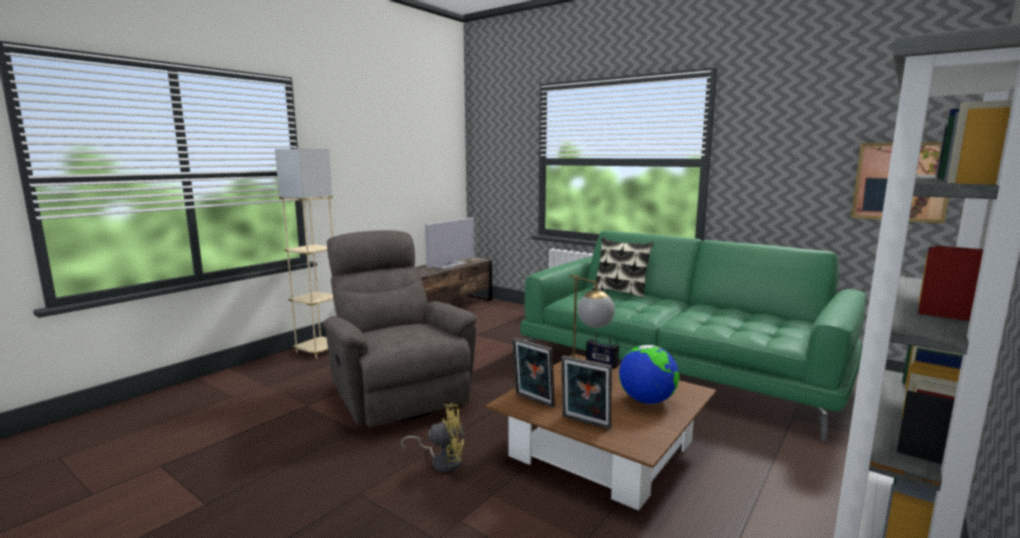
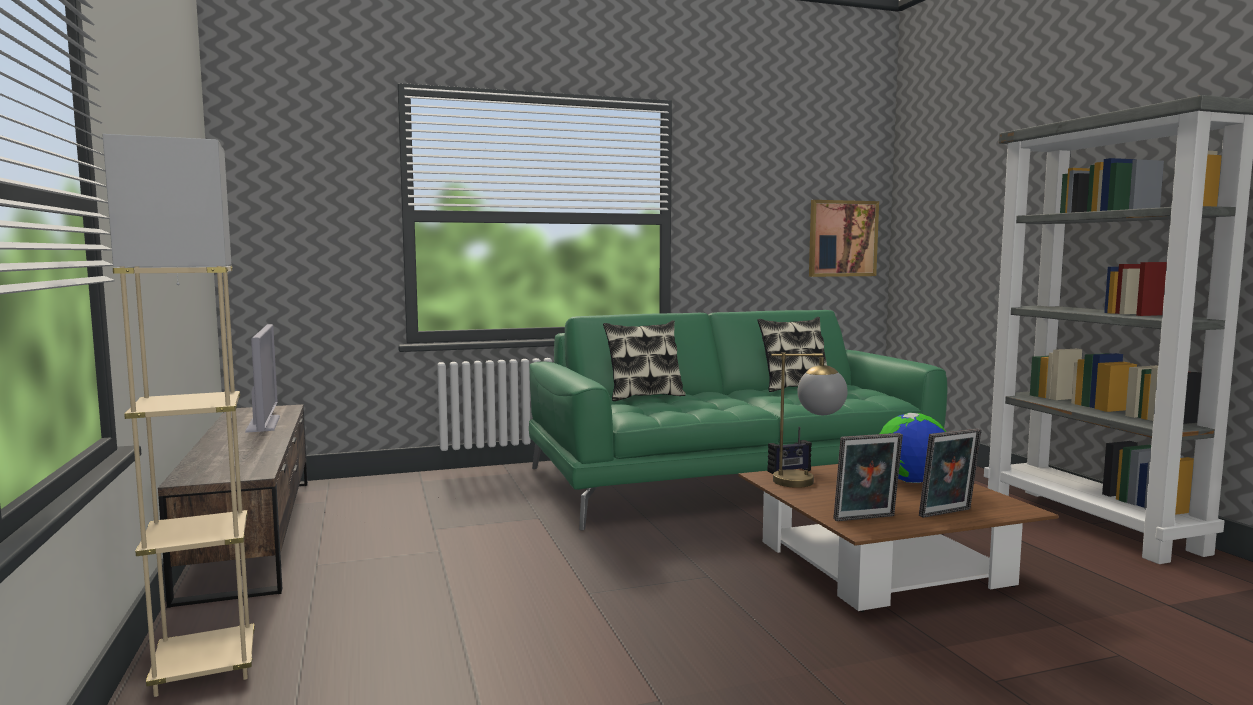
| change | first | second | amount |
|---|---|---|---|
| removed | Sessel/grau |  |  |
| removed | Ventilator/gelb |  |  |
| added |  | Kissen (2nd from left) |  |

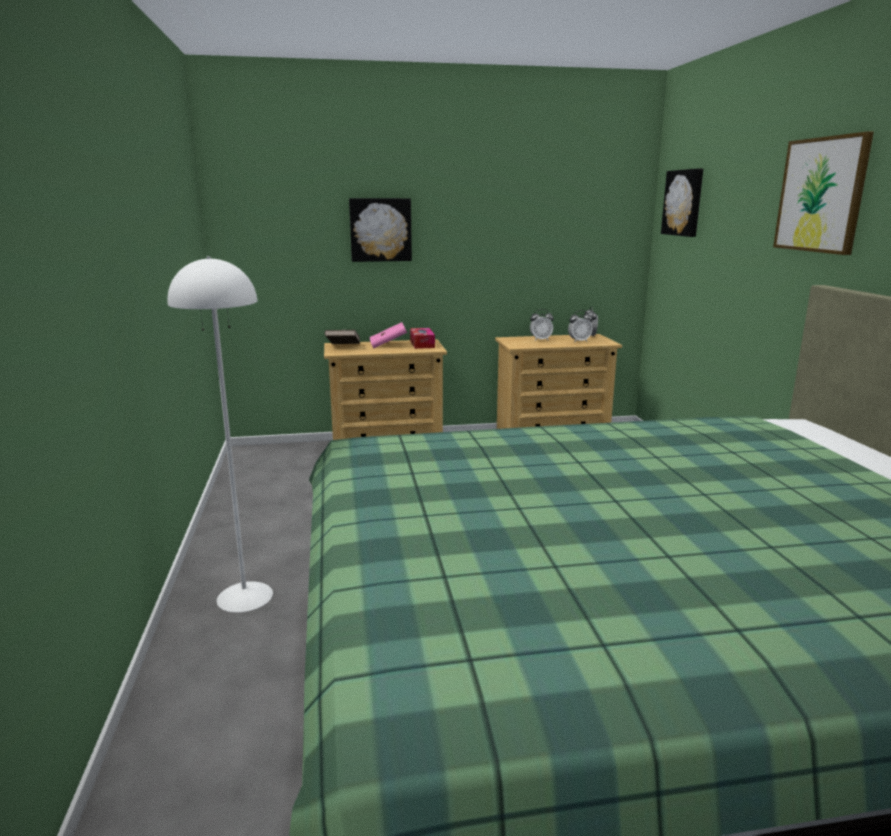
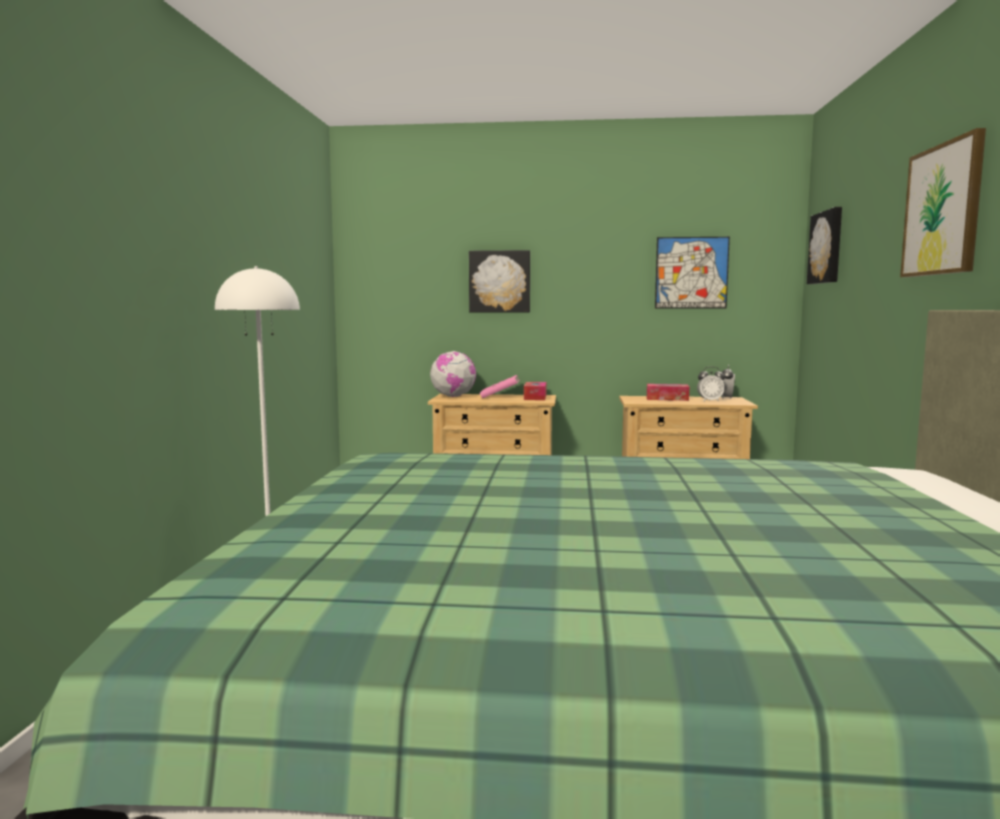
| change | first | second | amount |
|---|---|---|---|
| replaced | Wecker (1st from left) | Taschentuchbox (2nd from left) |  |
| replaced | Buch/braun | Globus |  |
| added |  | Bild (2nd from left) |  |

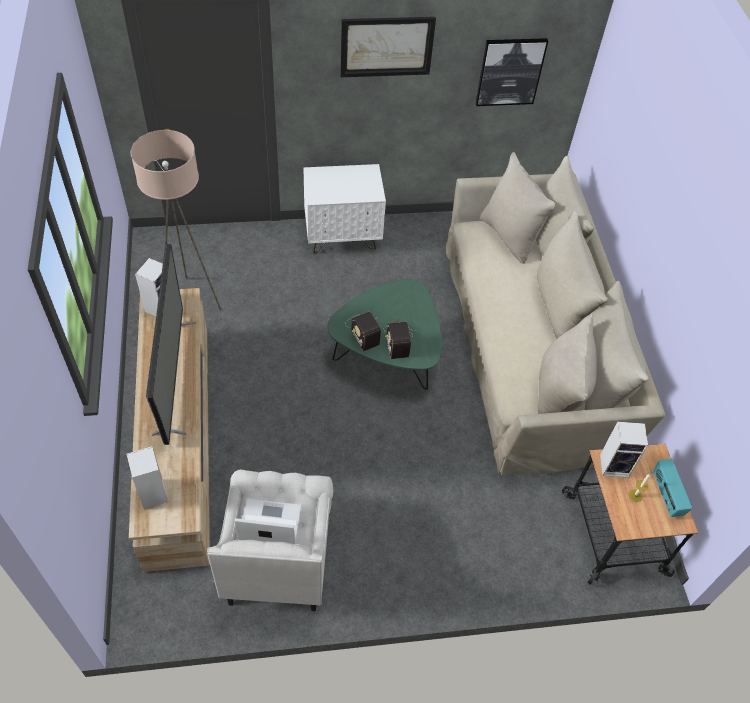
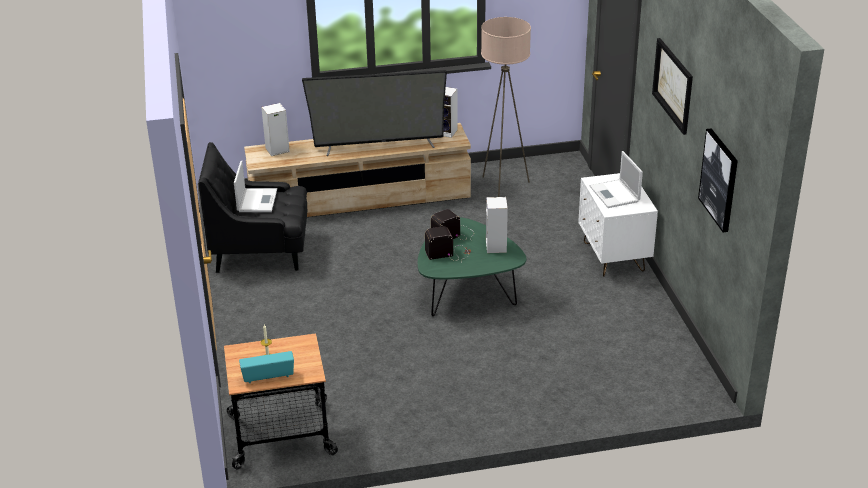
| change | first | second | amount |
|---|---|---|---|
| removed | Sofa/beige |  |  |
| moved | Lautsprecher (3rd from left) |  |  |
| recoloured | Sessel/weiß | Sessel/schwarz |  |
| added |  | Laptop (2nd from left) |  |

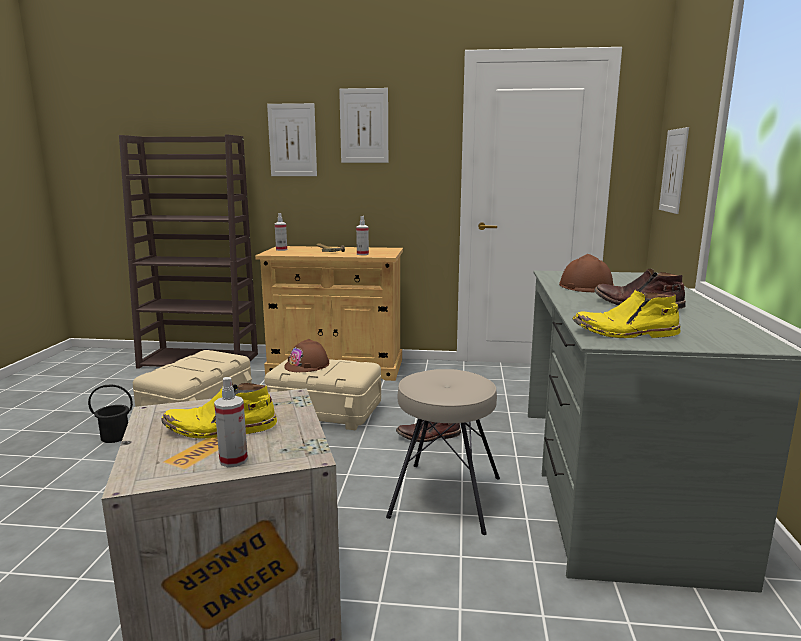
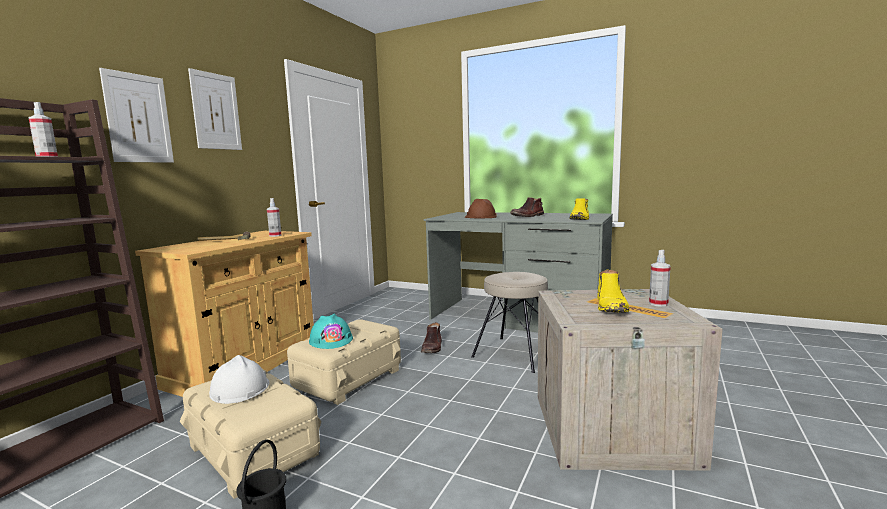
| change | first | second | amount |
|---|---|---|---|
| removed | Bild (3rd from left) |  |  |
| moved | Sprühflasche (2nd from left in the first image) | Sprühflasche (1st from left) |  |
| recoloured | Schutzhelm/braun (1st from left) | Schutzhelm/türkis |  |
| added |  | Schutzhelm/weiß |  |

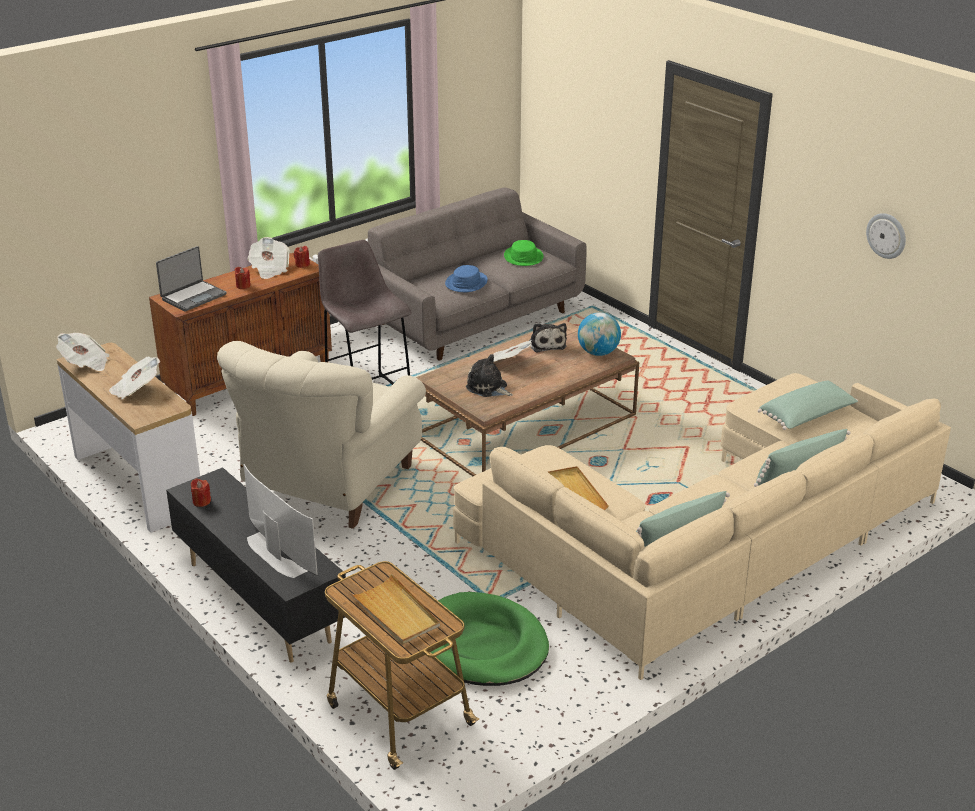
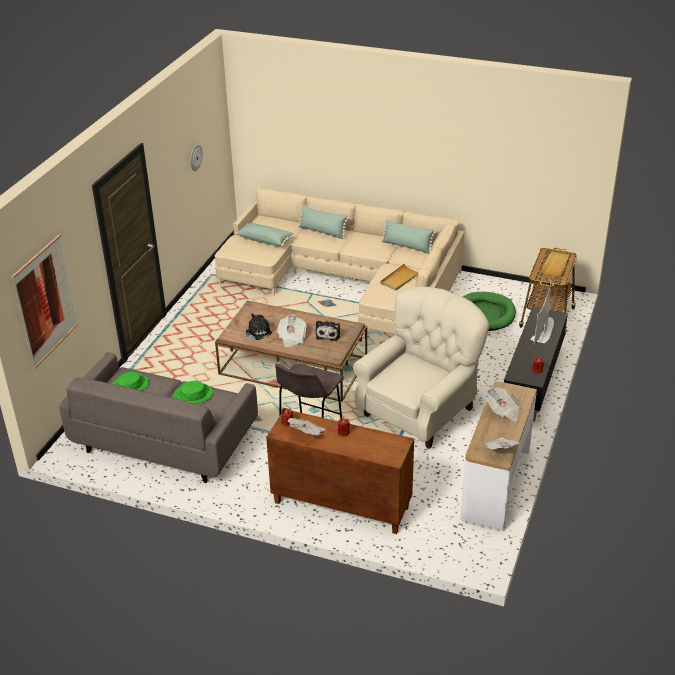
| change | first | second | amount |
|---|---|---|---|
| removed | Laptop |  |  |
| recoloured | Hut/blau | Hut/grün (2nd from left) |  |
| removed | Globus |  |  |
| turned | Sessel/beige |  | 45 degrees counterclockwise |
| added |  | Bild |  |

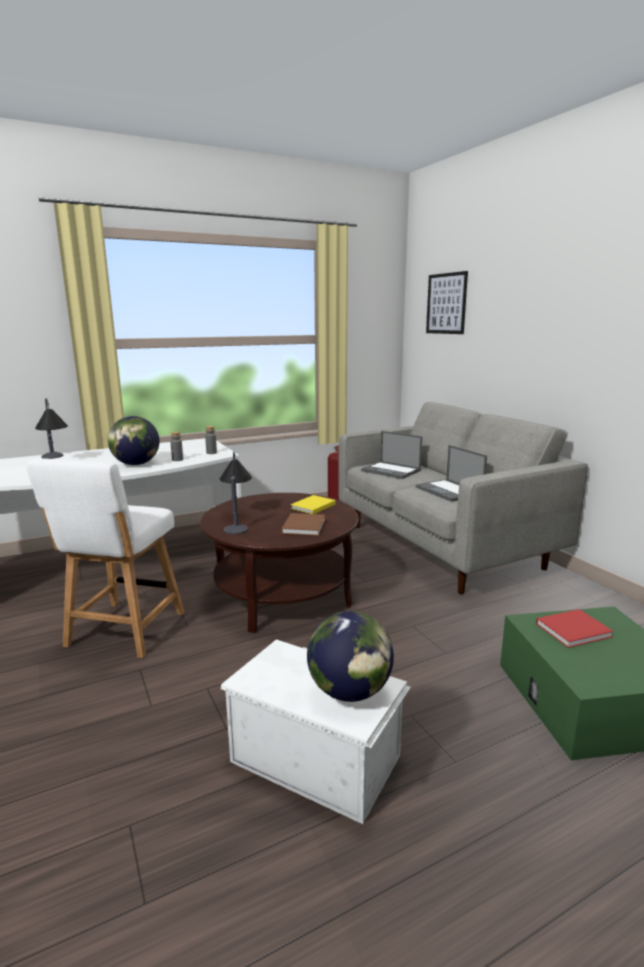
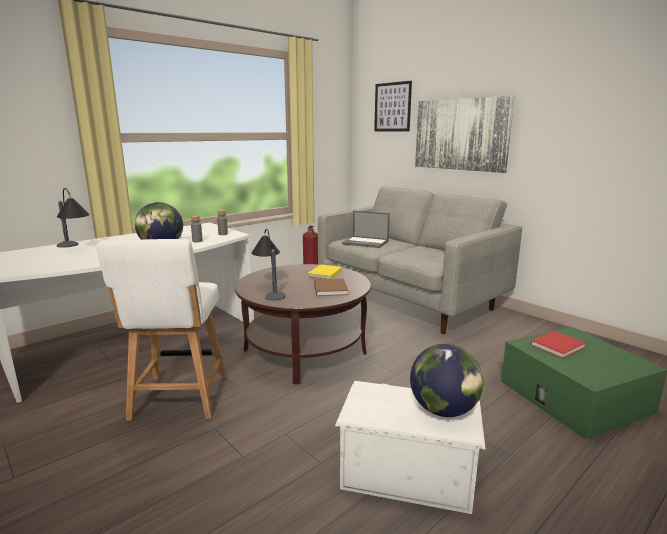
| change | first | second | amount |
|---|---|---|---|
| removed | Laptop (2nd from left) |  |  |
| added |  | Bild (2nd from left) |  |

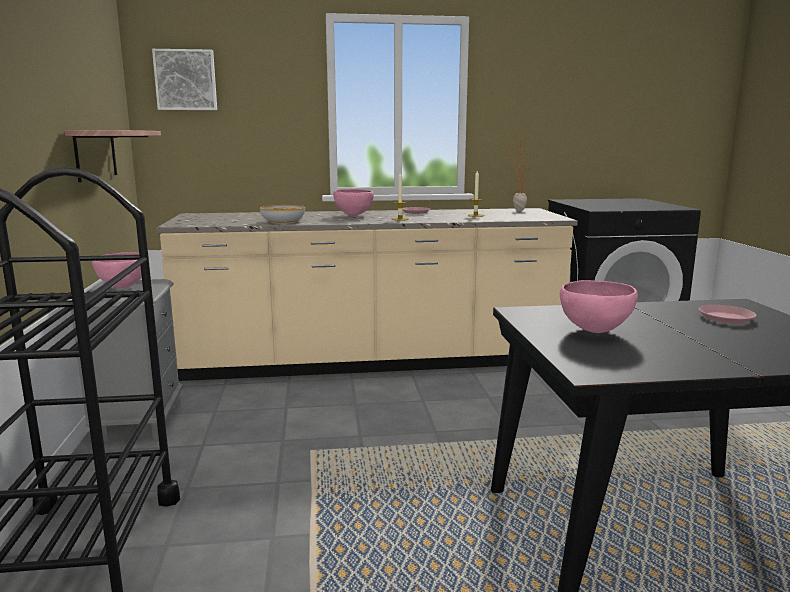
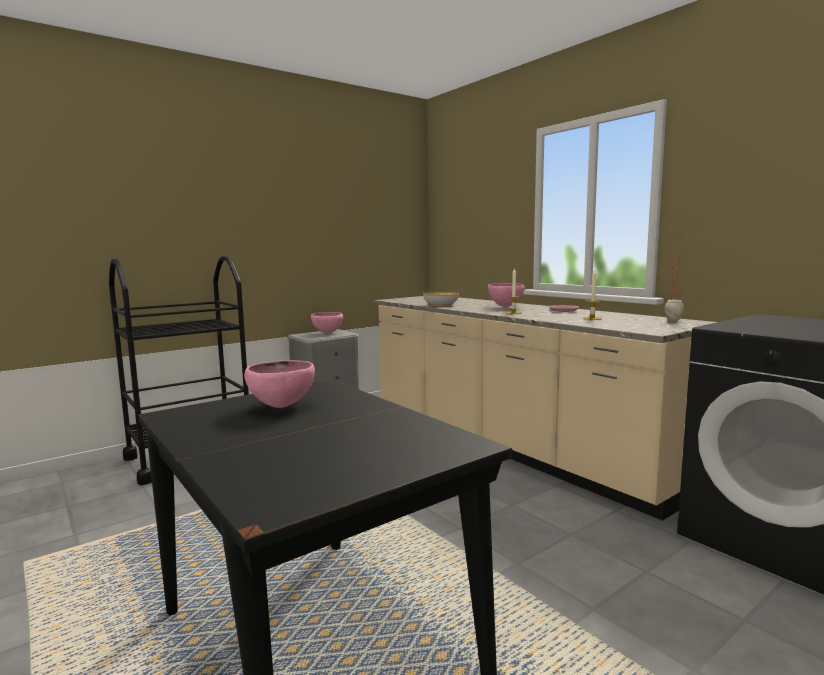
| change | first | second | amount |
|---|---|---|---|
| removed | Bild |  |  |
| removed | Wandregal |  |  |
| removed | Teller/rosa (2nd from left) |  |  |

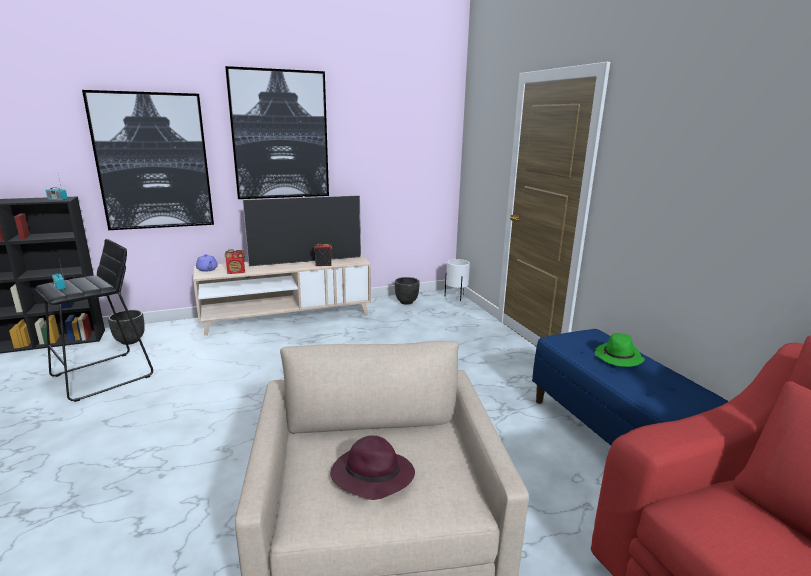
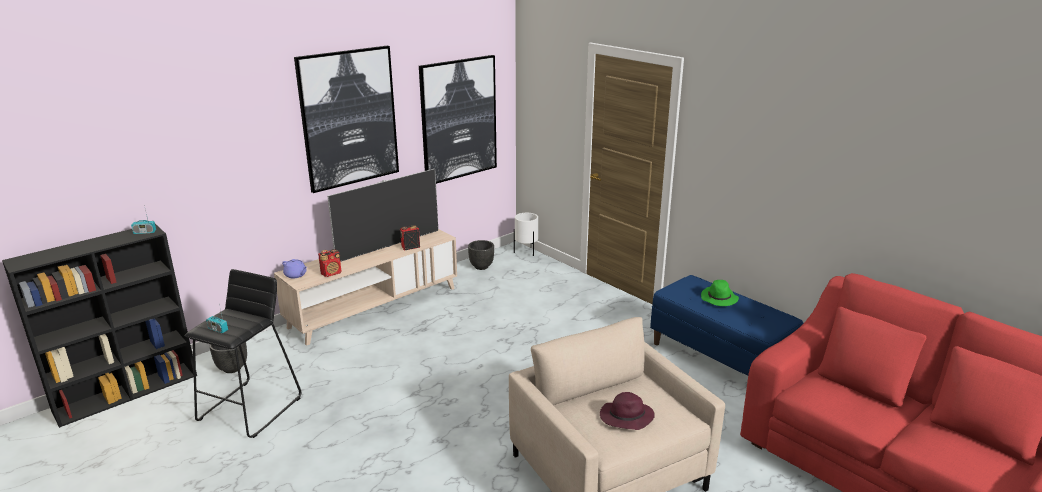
| change | first | second | amount |
|---|---|---|---|
| moved | Bild (1st from left in the first image) | Bild (2nd from left) |  |

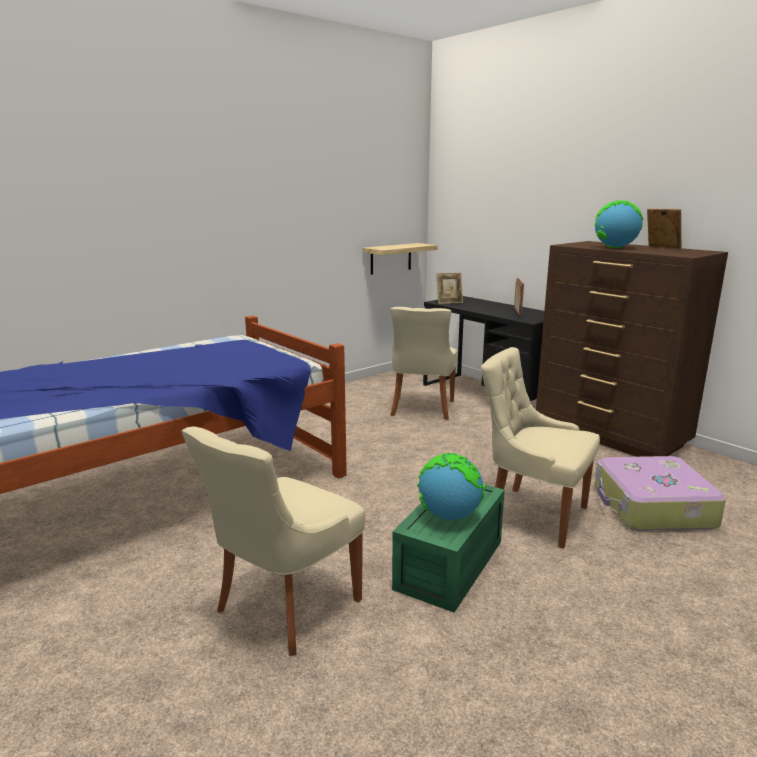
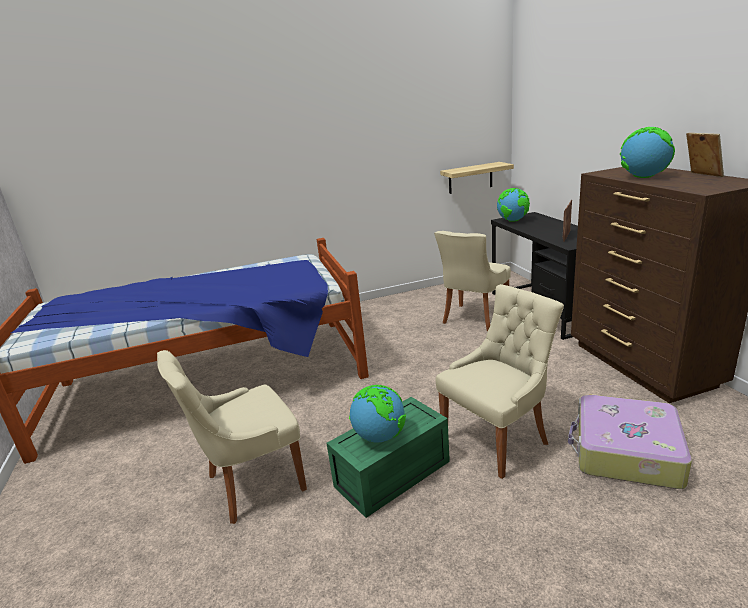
| change | first | second | amount |
|---|---|---|---|
| replaced | Bilderrahmen (1st from left) | Globus (2nd from left) |  |
| turned | Stuhl/beige (3rd from left) |  | 90 degrees clockwise |

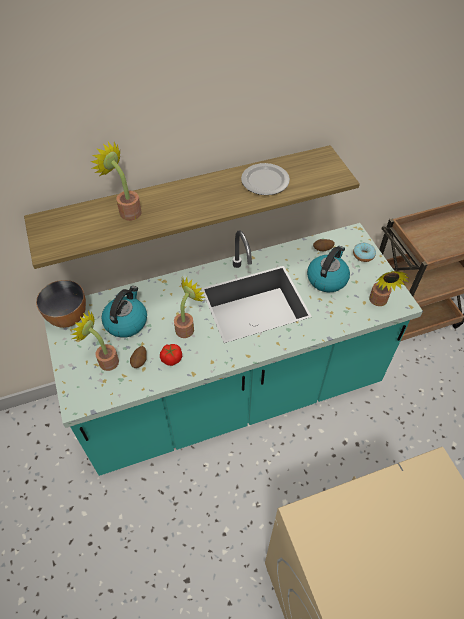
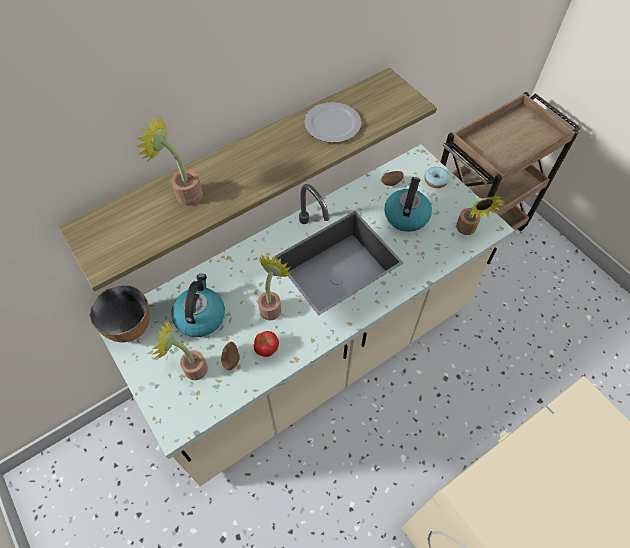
| change | first | second | amount |
|---|---|---|---|
| recoloured | Küchenzeile/türkis | Küchenzeile/beige |  |

